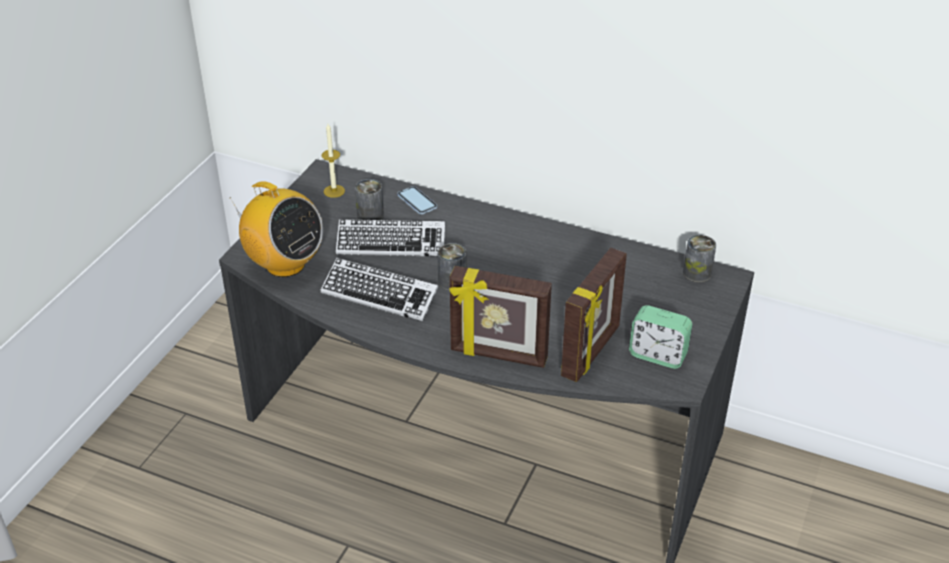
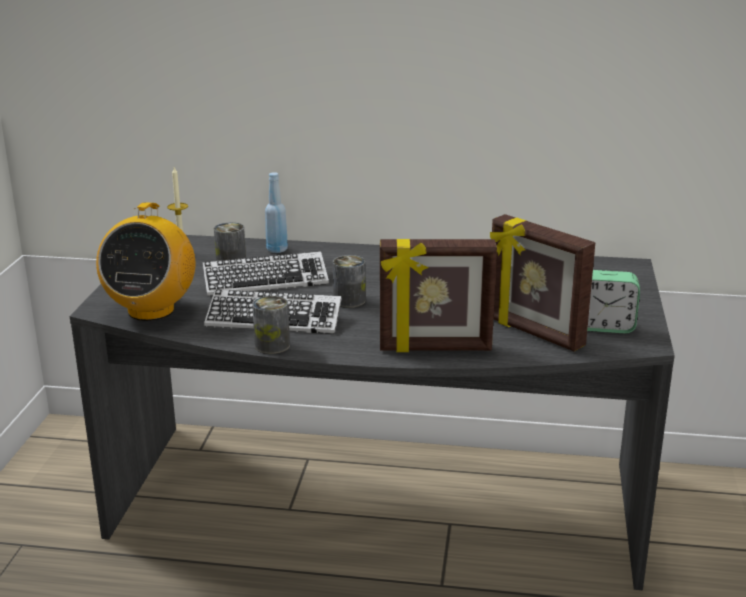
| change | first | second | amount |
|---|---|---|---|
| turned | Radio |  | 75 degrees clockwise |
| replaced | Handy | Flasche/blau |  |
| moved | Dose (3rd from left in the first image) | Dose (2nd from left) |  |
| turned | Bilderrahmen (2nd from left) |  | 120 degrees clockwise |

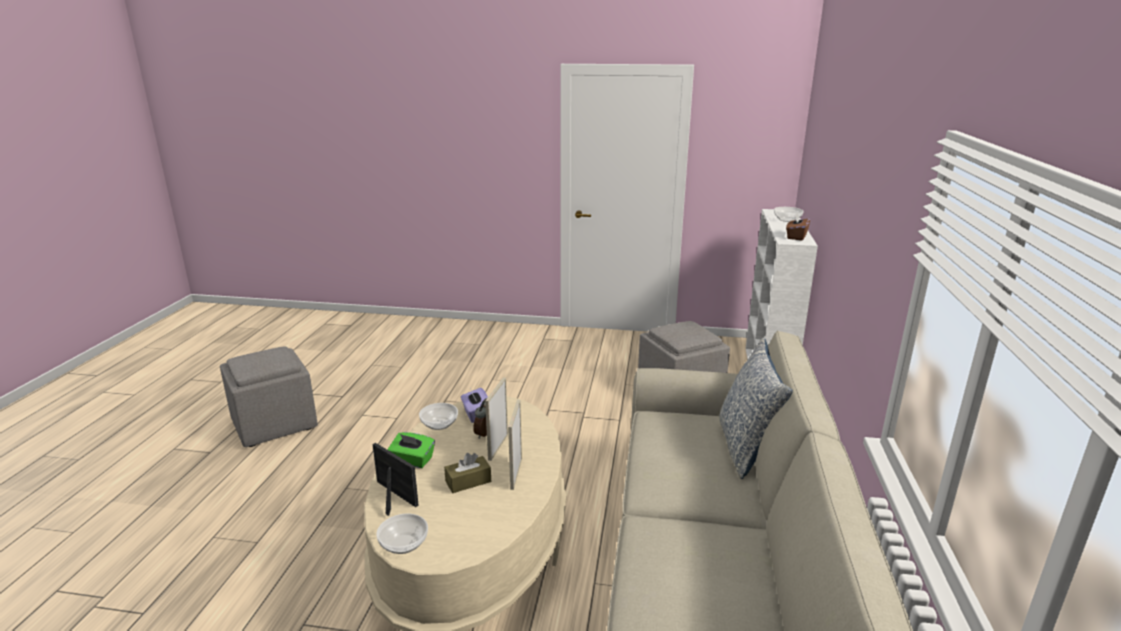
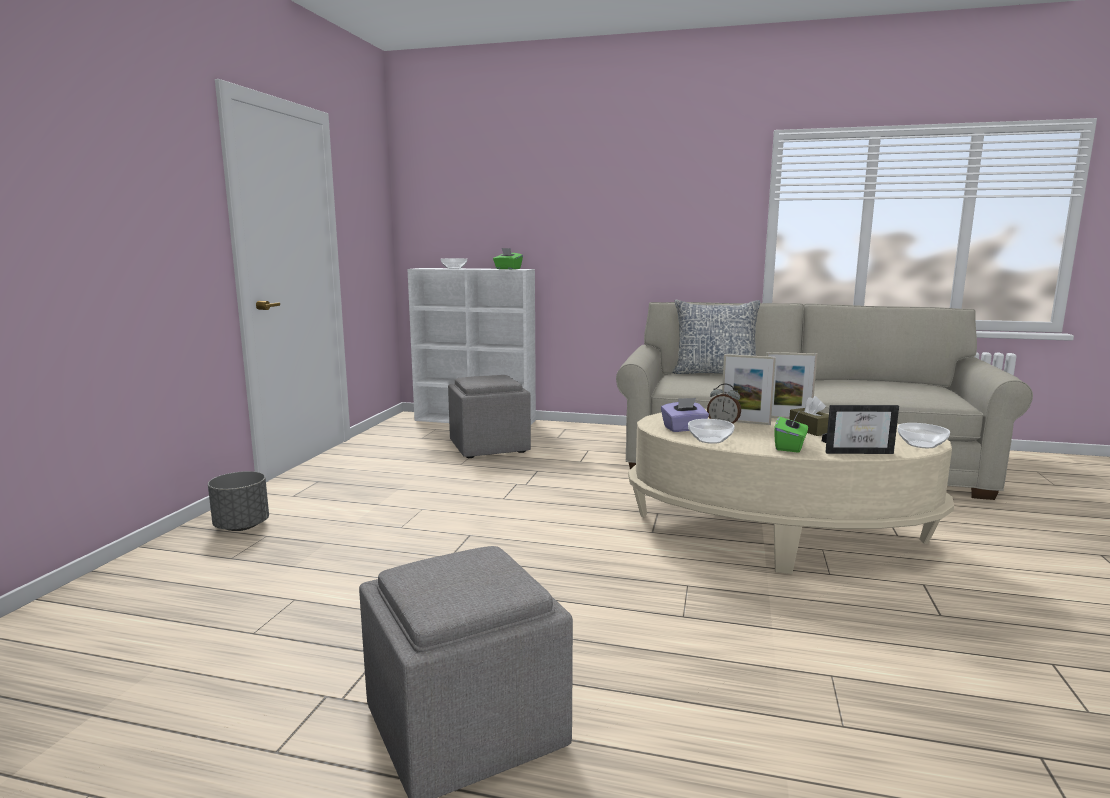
| change | first | second | amount |
|---|---|---|---|
| recoloured | Taschentuchbox/braun (2nd from left) | Taschentuchbox/grün (1st from left) |  |
| turned | Bilderrahmen (1st from left in the first image) | Bilderrahmen (3rd from left) | 135 degrees counterclockwise |
| added |  | Pflanzkübel/grau |  |

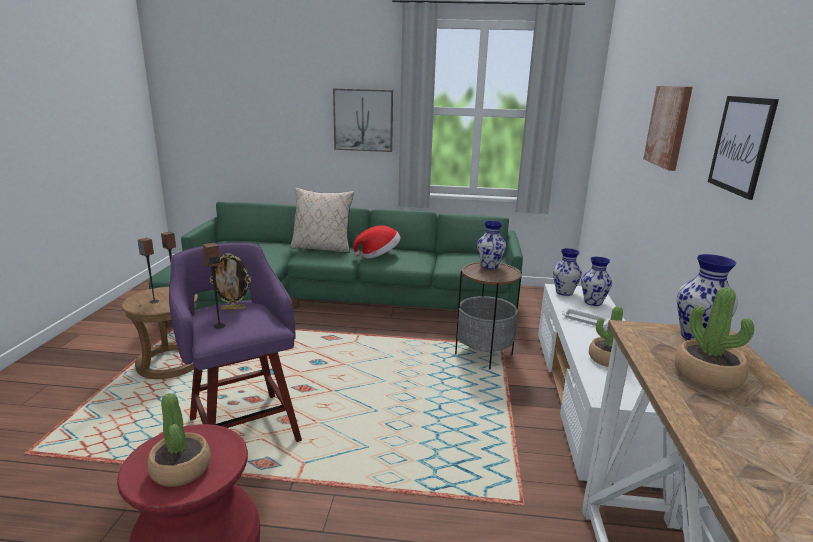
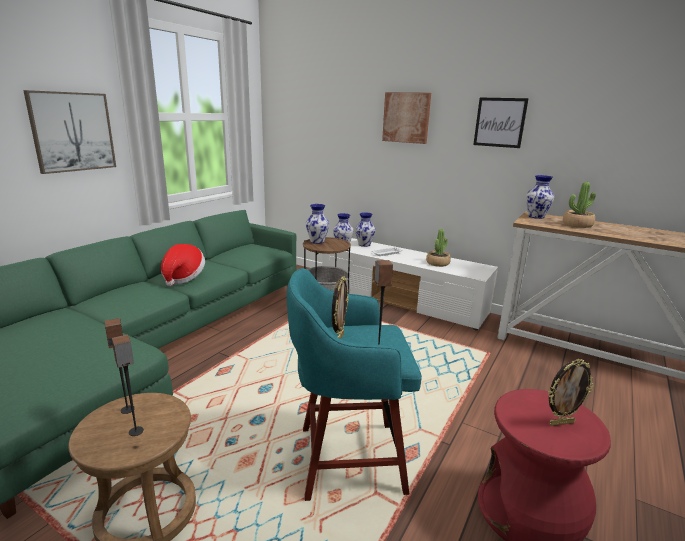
| change | first | second | amount |
|---|---|---|---|
| removed | Kissen/beige |  |  |
| recoloured | Hocker/lila | Hocker/türkis |  |
| replaced | Topfpflanze (1st from left) | Bilderrahmen (2nd from left) |  |

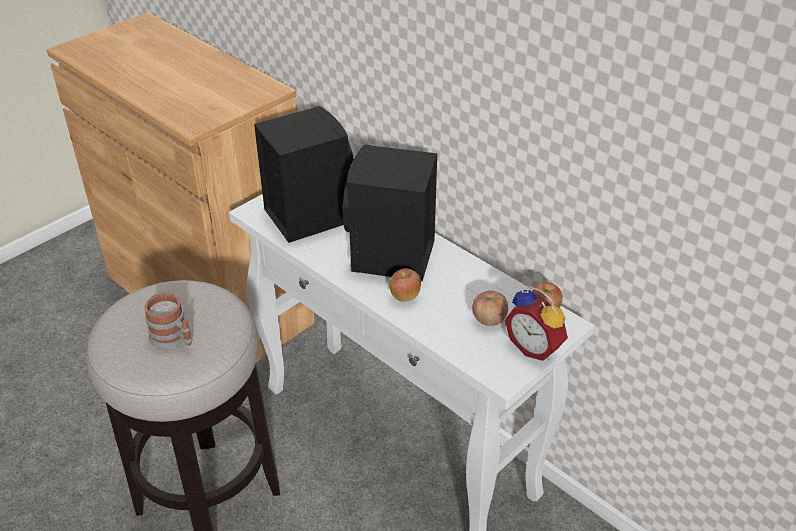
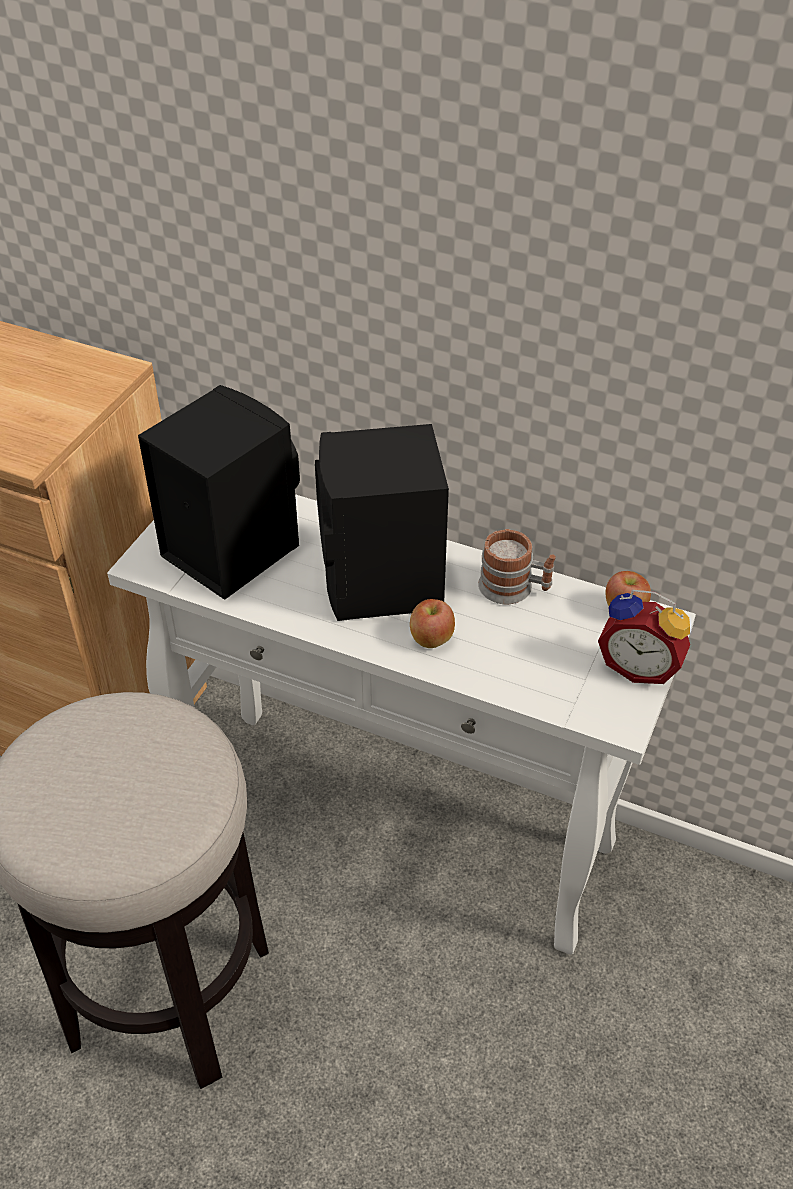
| change | first | second | amount |
|---|---|---|---|
| removed | Apfel (2nd from left) |  |  |
| moved | Henkelbecher |  |  |

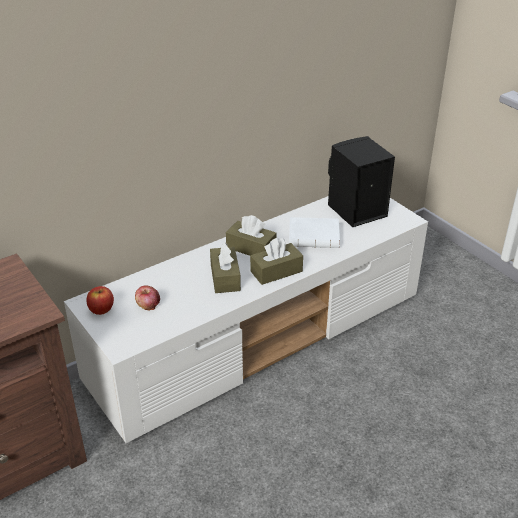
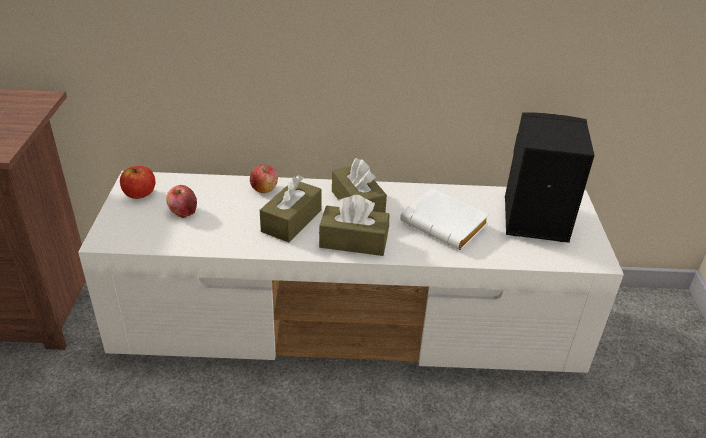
| change | first | second | amount |
|---|---|---|---|
| added |  | Apfel (3rd from left) |  |

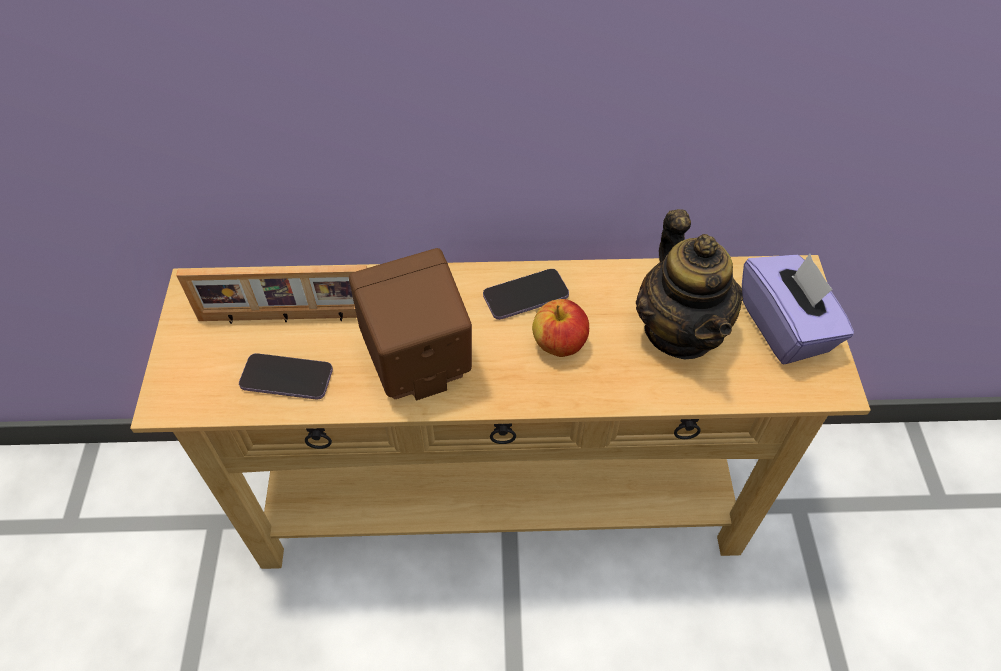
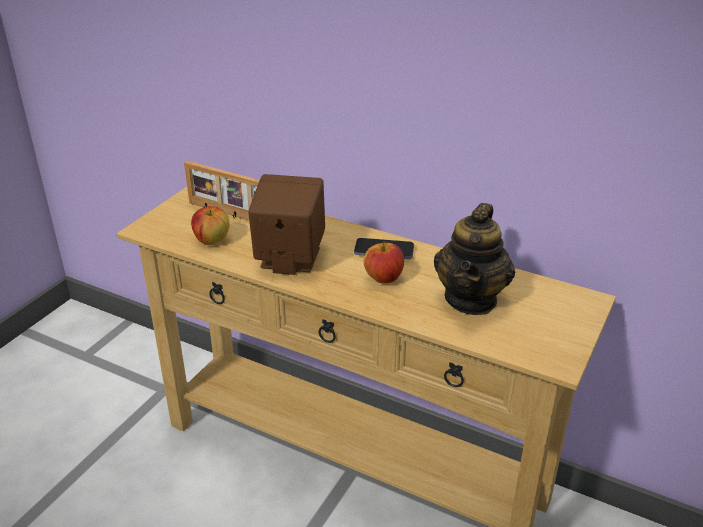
| change | first | second | amount |
|---|---|---|---|
| removed | Taschentuchbox/lila |  |  |
| replaced | Handy (1st from left) | Apfel (1st from left) |  |

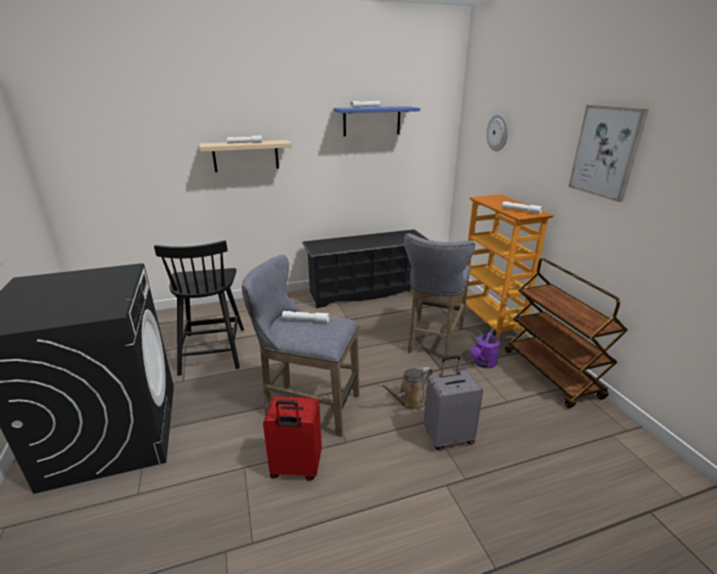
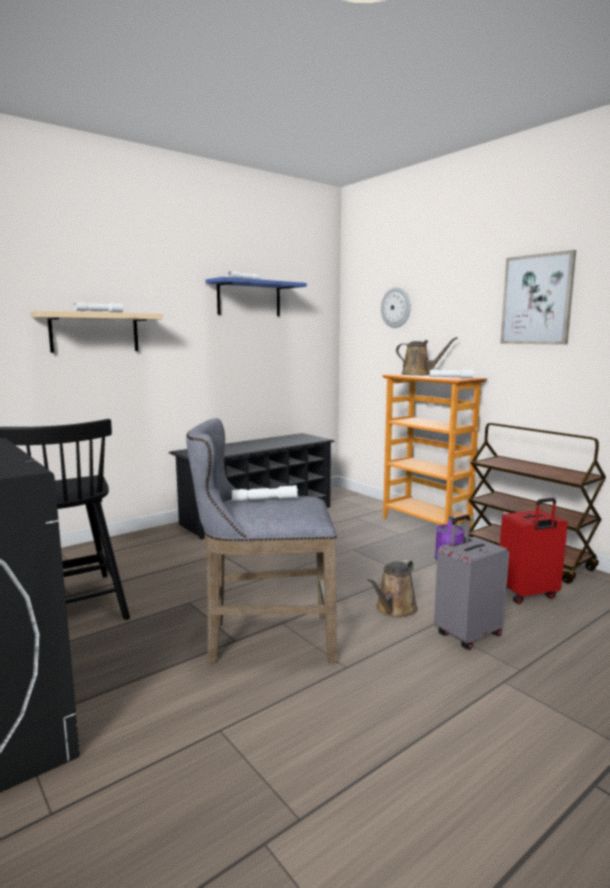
| change | first | second | amount |
|---|---|---|---|
| removed | Hocker/grau (2nd from left) |  |  |
| moved | Koffer/rot |  |  |
| added |  | Gießkanne/braun (2nd from left) |  |

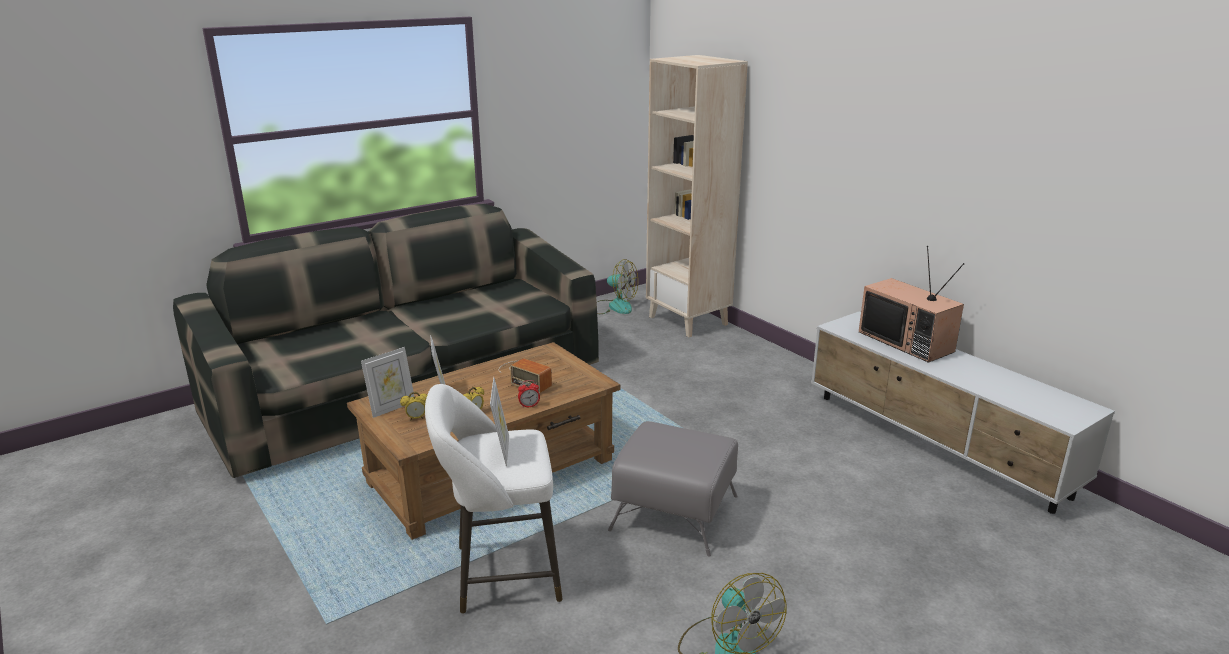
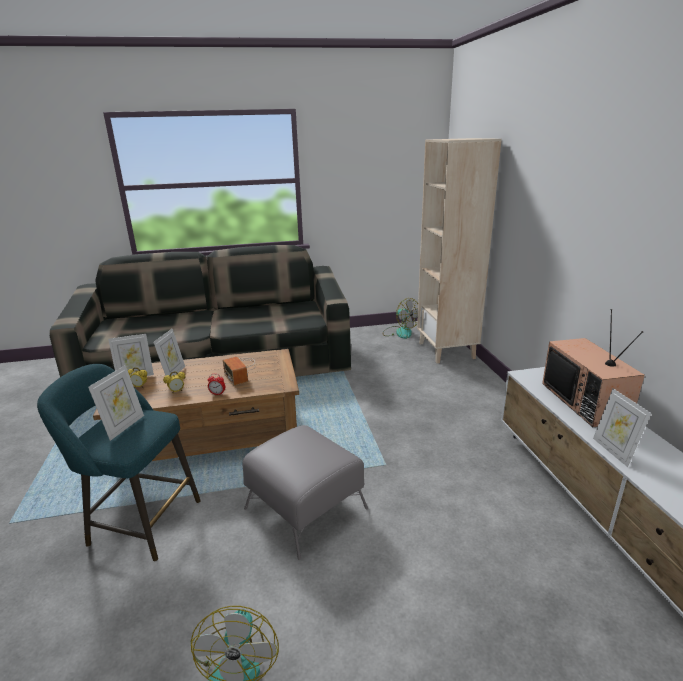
| change | first | second | amount |
|---|---|---|---|
| recoloured | Hocker/weiß | Hocker/türkis |  |
| added |  | Bilderrahmen (4th from left) |  |

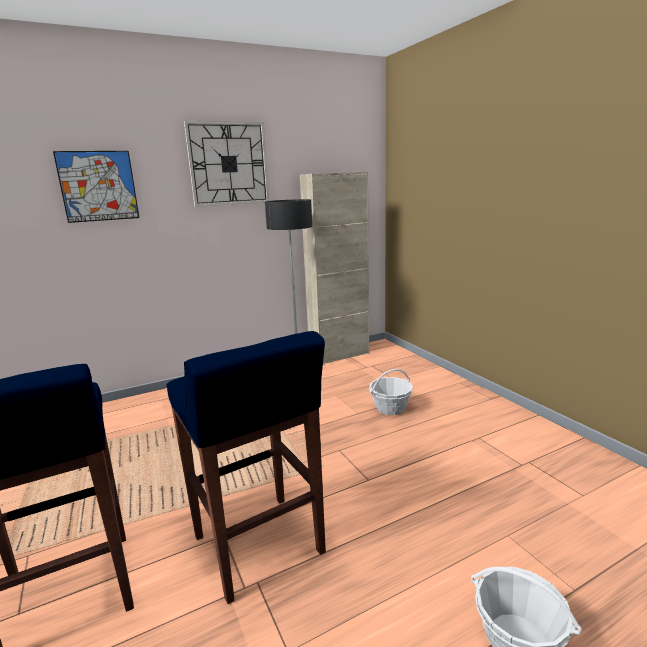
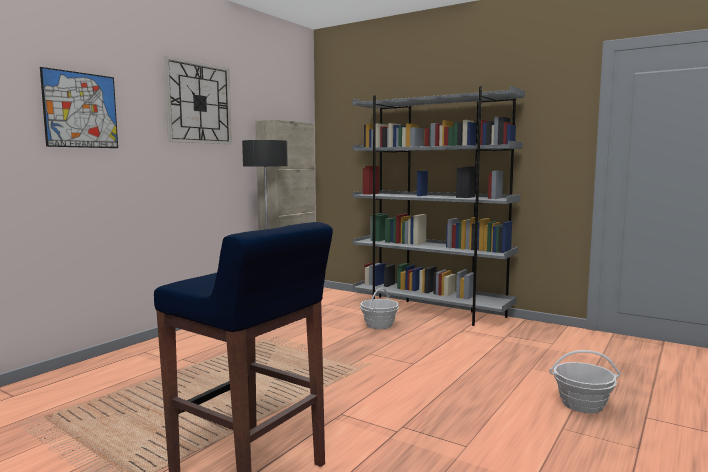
| change | first | second | amount |
|---|---|---|---|
| removed | Hocker/blau (2nd from left) |  |  |
| added |  | Bücherregal/grau |  |

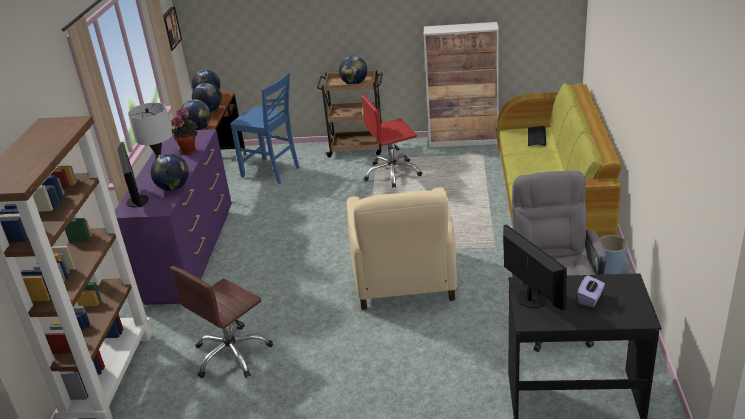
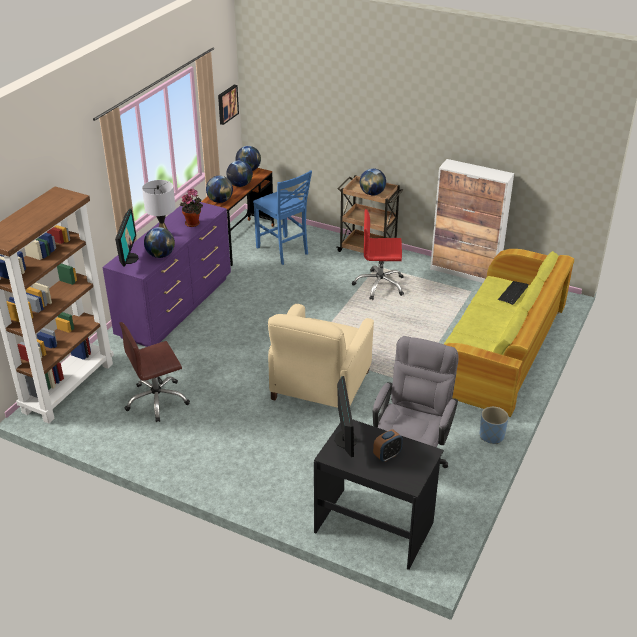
| change | first | second | amount |
|---|---|---|---|
| replaced | Taschentuchbox/lila | Wecker |  |

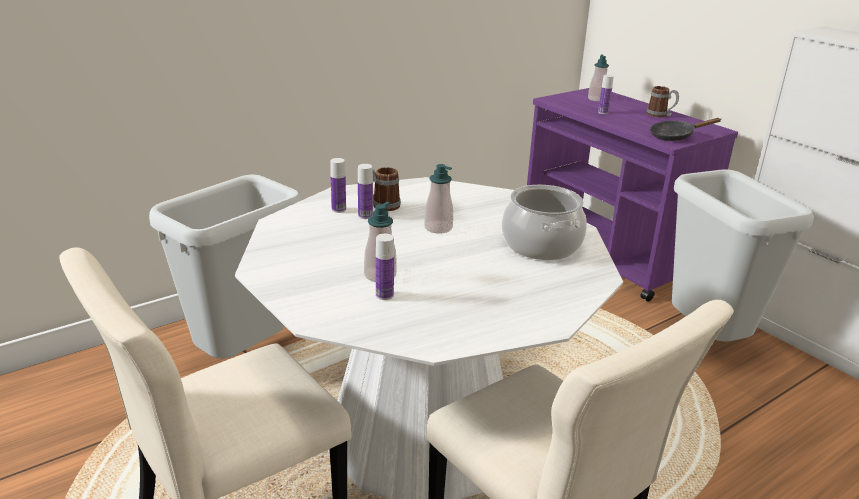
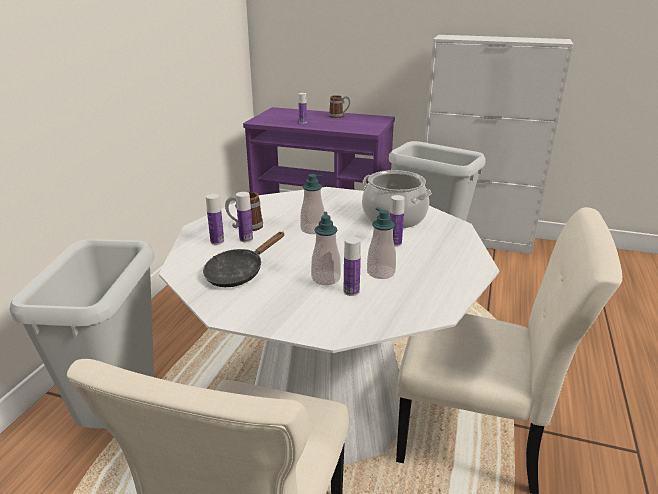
| change | first | second | amount |
|---|---|---|---|
| moved | Seifenspender (3rd from left) |  |  |
| moved | Pfanne/schwarz |  |  |
| added |  | Flasche (5th from left) |  |

